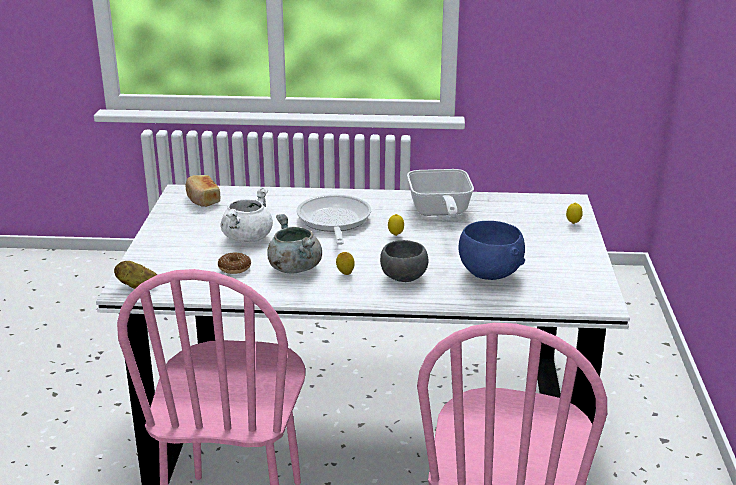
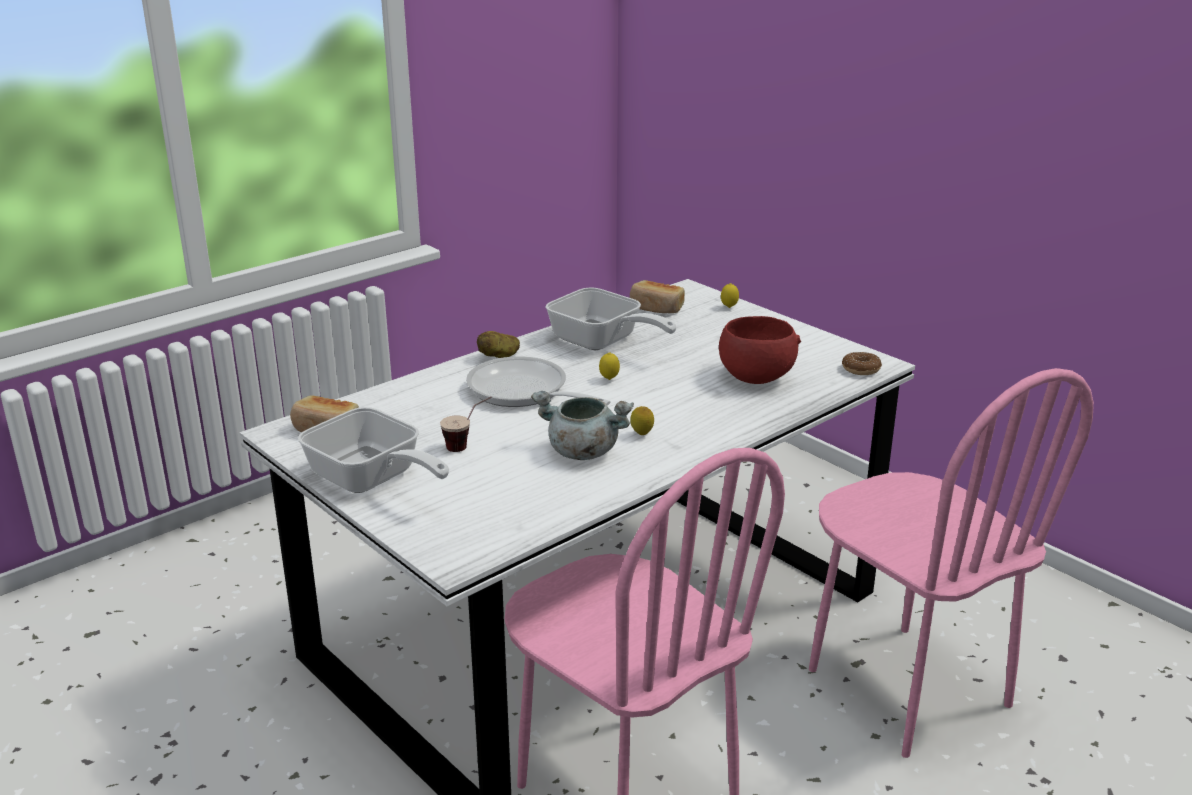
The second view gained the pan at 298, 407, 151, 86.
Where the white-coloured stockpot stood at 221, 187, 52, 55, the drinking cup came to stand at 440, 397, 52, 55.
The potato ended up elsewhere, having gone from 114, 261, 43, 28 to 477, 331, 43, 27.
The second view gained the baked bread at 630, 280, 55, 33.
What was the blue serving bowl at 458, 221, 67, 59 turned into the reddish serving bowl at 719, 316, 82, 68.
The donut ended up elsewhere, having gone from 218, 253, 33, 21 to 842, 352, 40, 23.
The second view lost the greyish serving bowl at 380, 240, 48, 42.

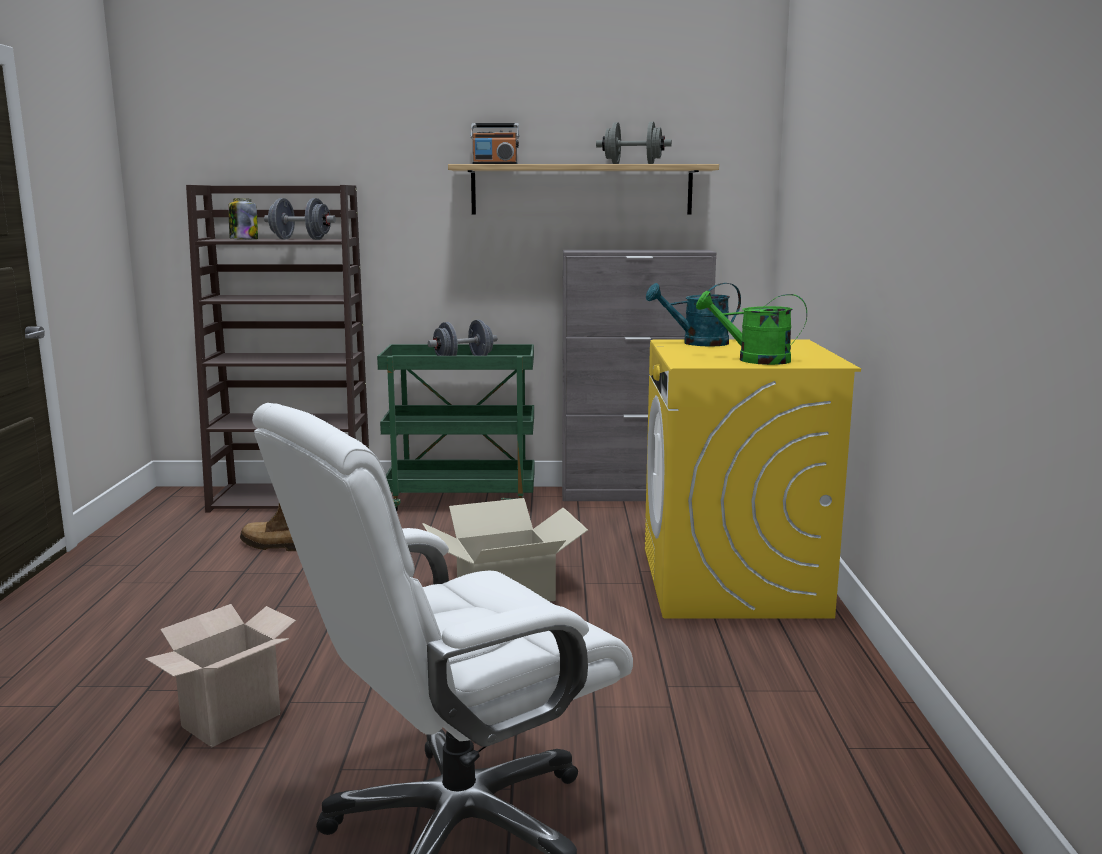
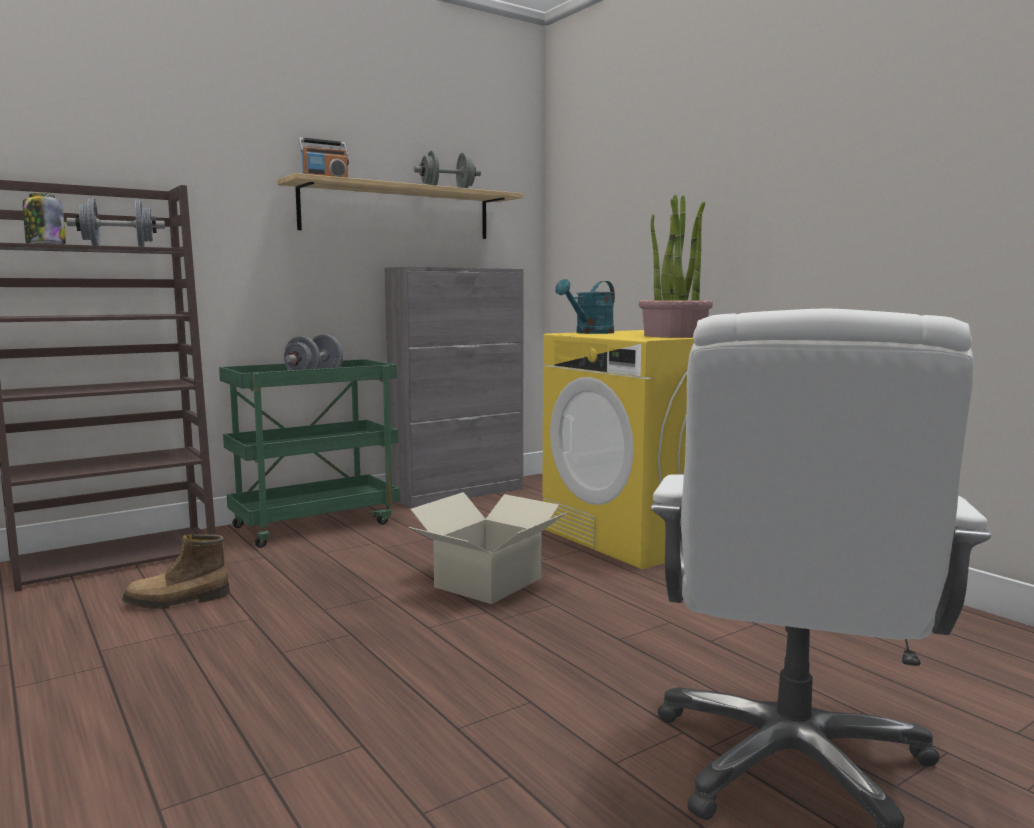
Where the greenish sprinkling can stood at 696, 291, 111, 74, the potted plant came to stand at 639, 195, 74, 143.
The second view lost the carton at 145, 604, 151, 143.

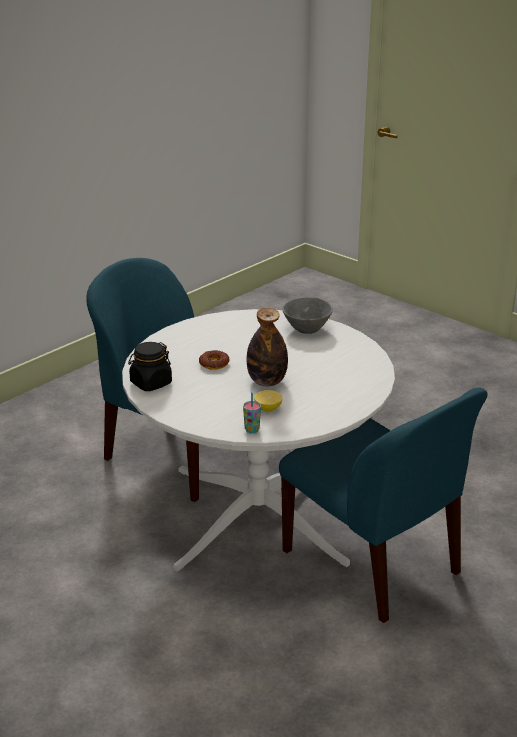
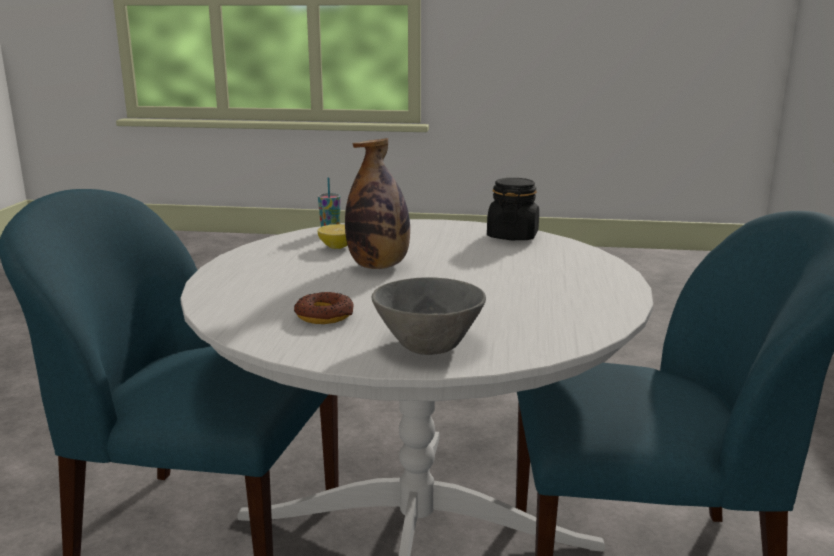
The donut ended up elsewhere, having gone from 199, 350, 30, 20 to 294, 292, 60, 32.

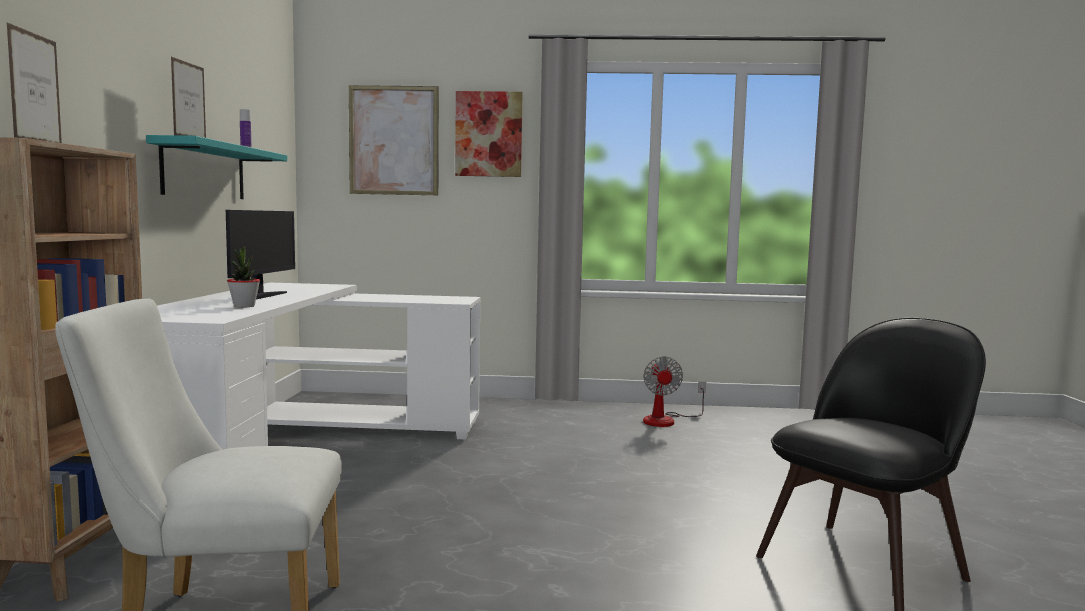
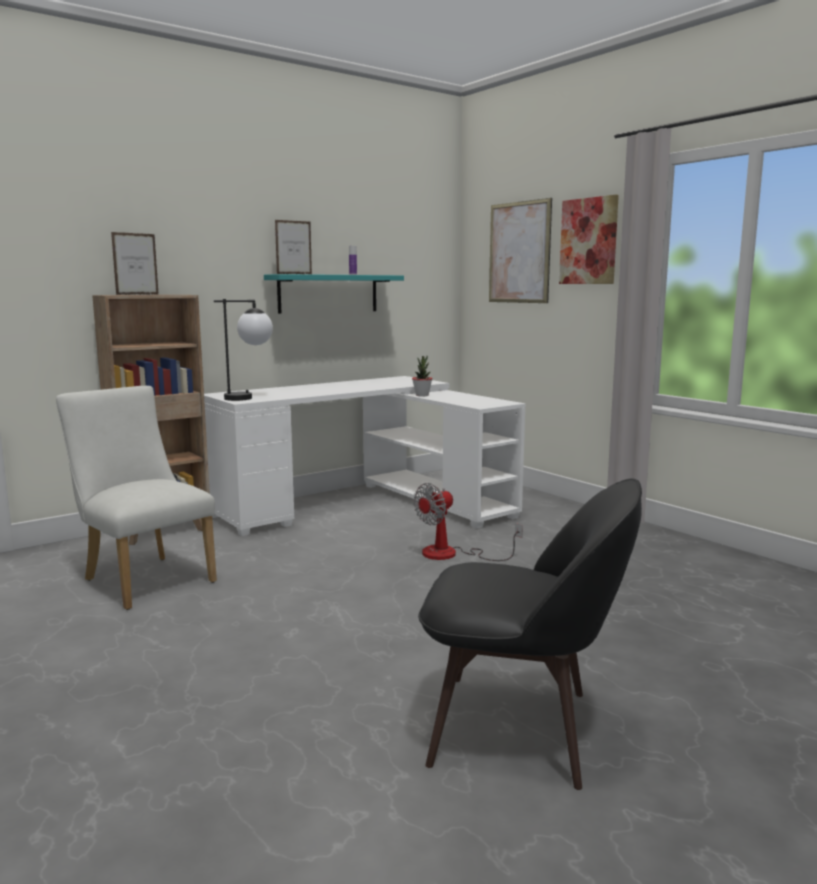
The second view gained the tabletop lamp at 214, 299, 59, 102.
The potted plant ended up elsewhere, having gone from 227, 246, 33, 62 to 412, 355, 20, 41.
The fan ended up elsewhere, having gone from 643, 357, 63, 70 to 413, 483, 110, 78.
The second view lost the computer display at 226, 210, 69, 89.

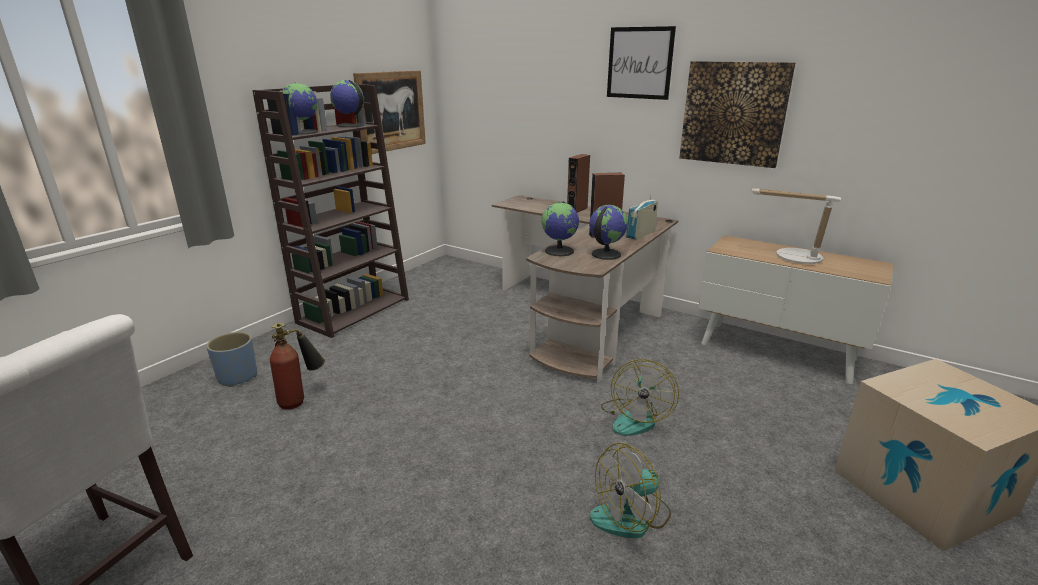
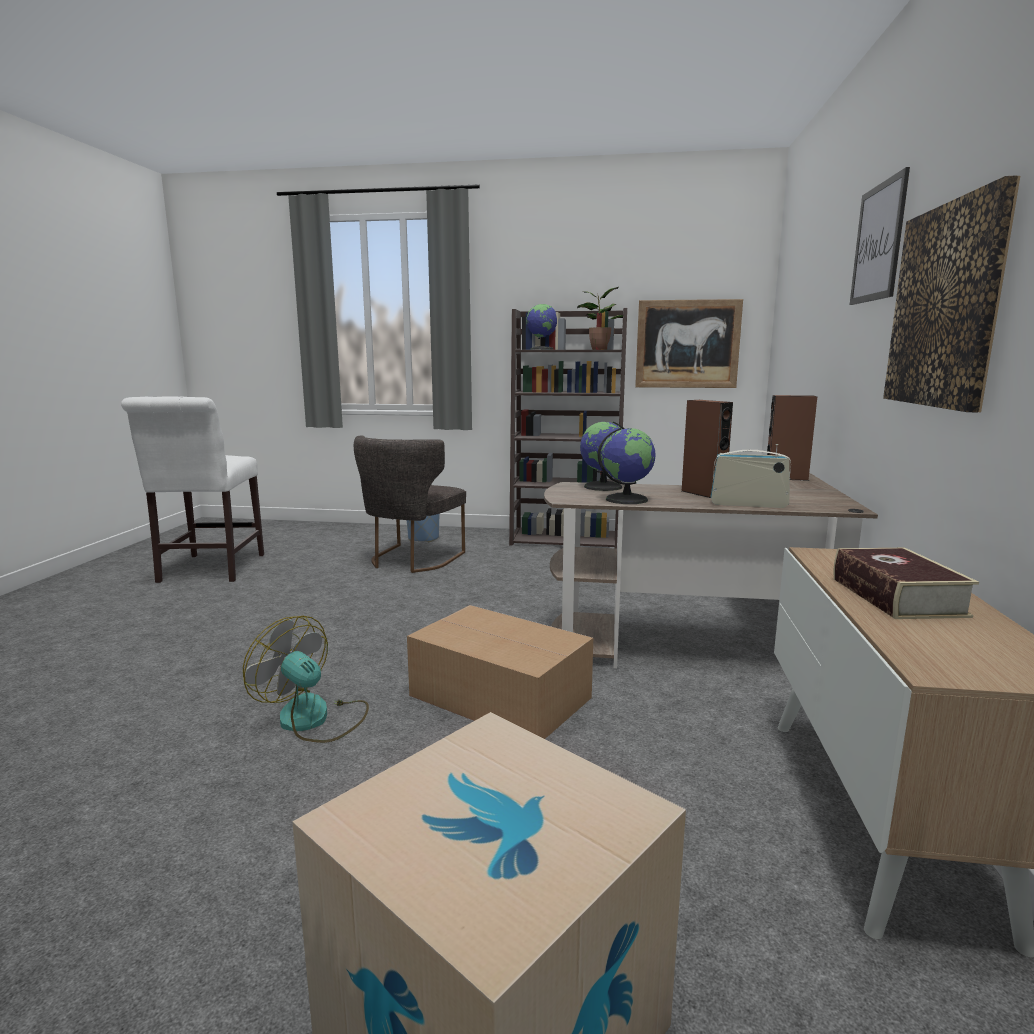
Where the fire-fighting cylinder stood at 270, 322, 55, 88, the greyish chair came to stand at 354, 435, 112, 138.
Where the fan stood at 601, 359, 78, 77, the carton came to stand at 407, 605, 186, 134.
Where the world globe stood at 330, 80, 34, 48, the potted plant came to stand at 577, 287, 46, 63.
Where the tabletop lamp stood at 752, 188, 89, 76, the volume came to stand at 834, 548, 145, 71.

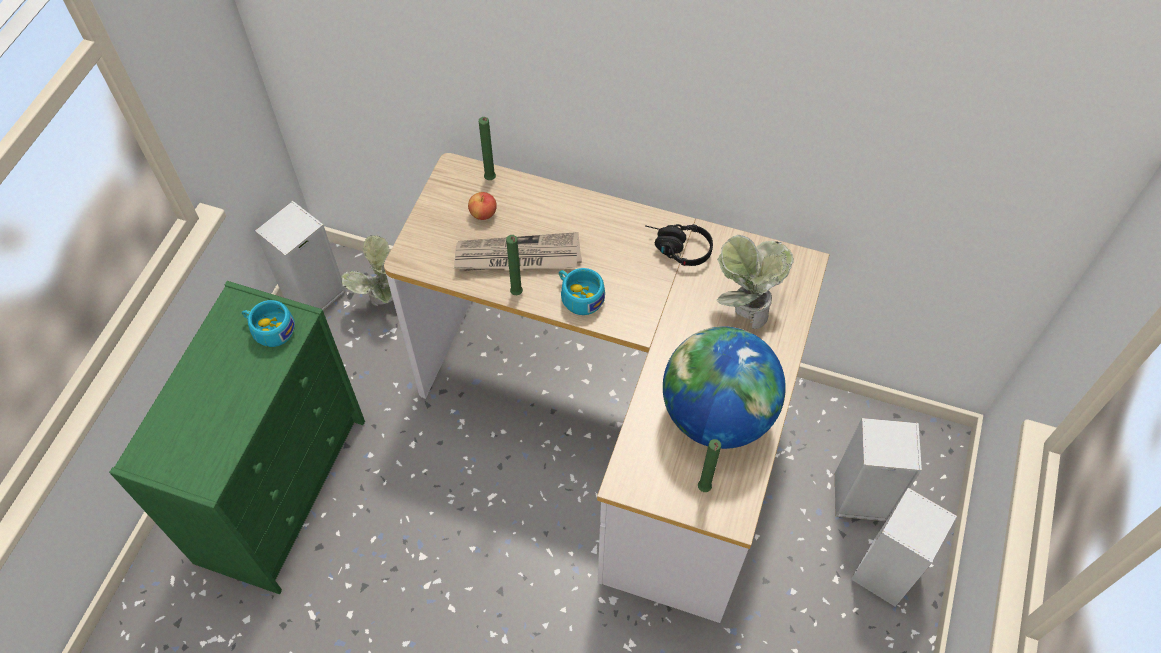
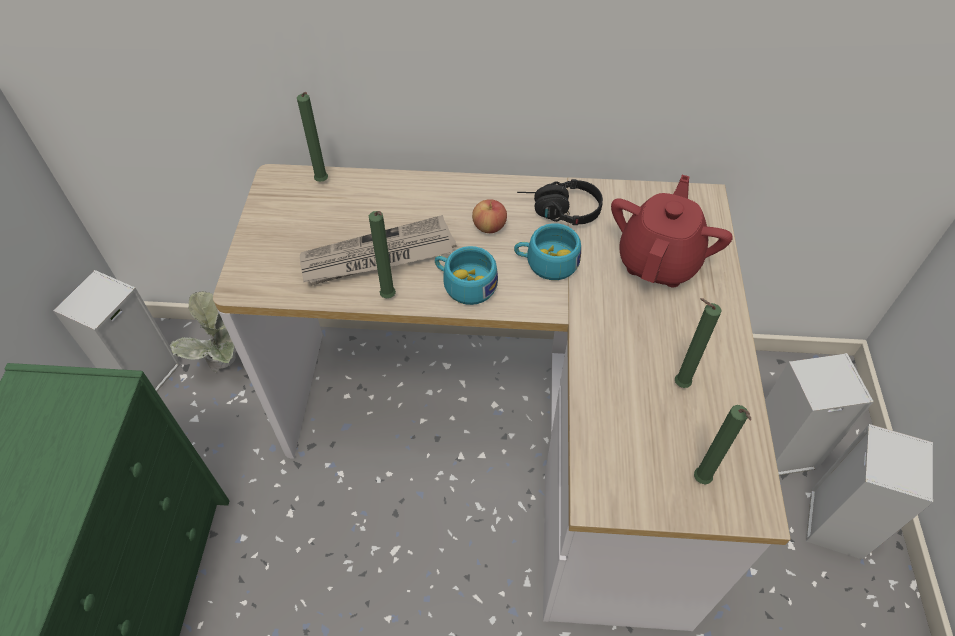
The apple fruit ended up elsewhere, having gone from 468, 192, 29, 28 to 472, 199, 35, 34.
The turquoise drinking cup ended up elsewhere, having gone from 242, 300, 53, 47 to 514, 223, 67, 57.
Where the potted plant stood at 716, 235, 78, 94, the reddish tea pot came to stand at 611, 175, 122, 112.
Where the world globe stood at 663, 326, 123, 123, the greenish wax light came to stand at 675, 298, 47, 90.

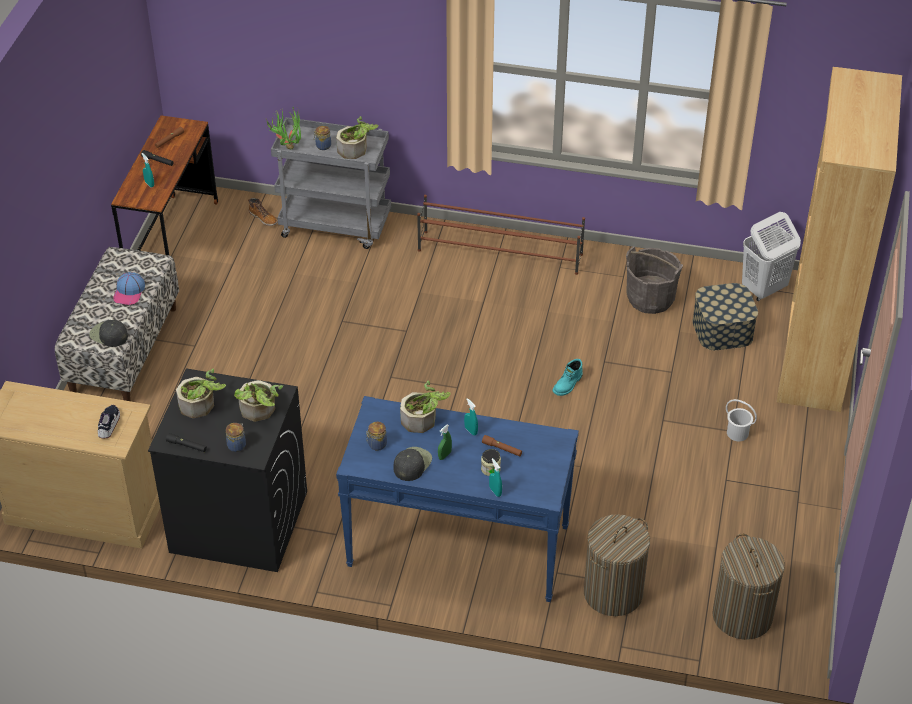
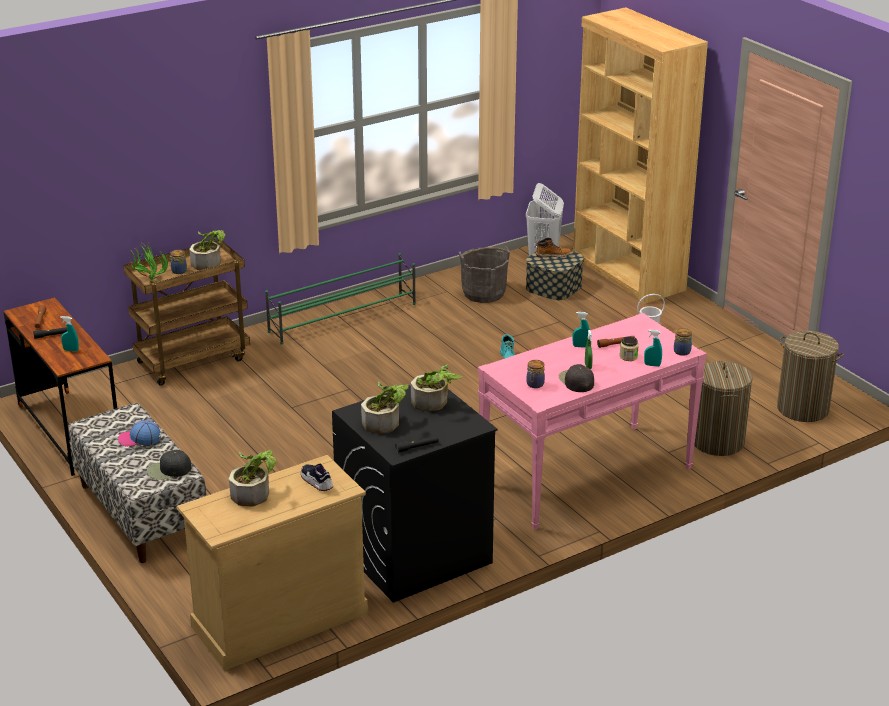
The peaked cap at 113, 272, 32, 33 ended up facing another way, 120 degrees clockwise from before.
What was the greyish trolley at 271, 117, 120, 132 turned into the brownish trolley at 123, 241, 127, 145.
The potted plant ended up elsewhere, having gone from 400, 380, 51, 53 to 229, 450, 47, 57.
What was the brownish shoe stand at 417, 195, 168, 80 turned into the greenish shoe stand at 265, 253, 151, 92.
What was the blue hall table at 336, 396, 243, 206 turned into the pink hall table at 478, 313, 229, 217.
The boot ended up elsewhere, having gone from 248, 198, 30, 28 to 536, 238, 36, 19.
The preserve jar ended up elsewhere, having gone from 226, 423, 20, 29 to 674, 328, 18, 28.

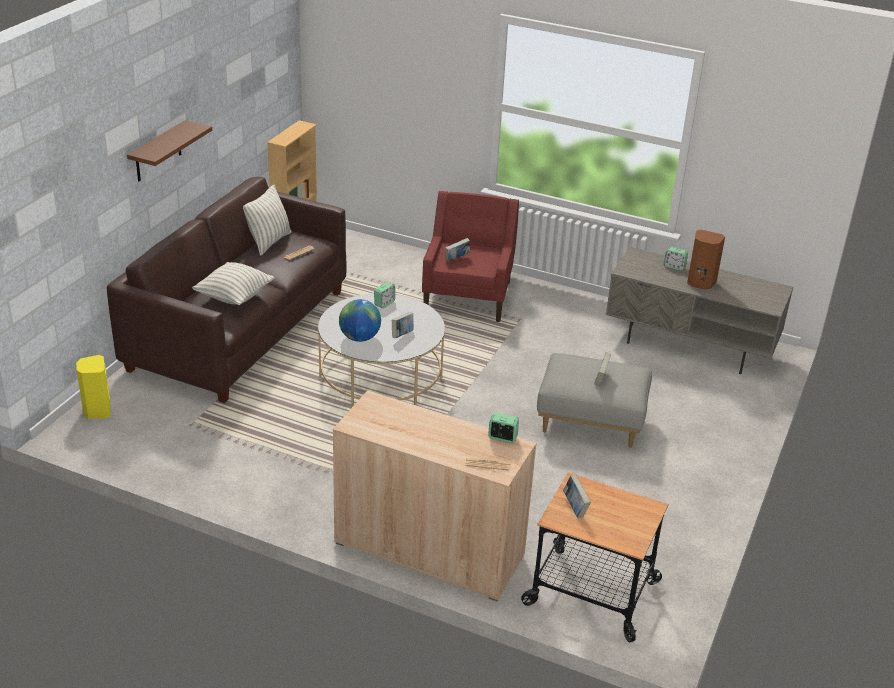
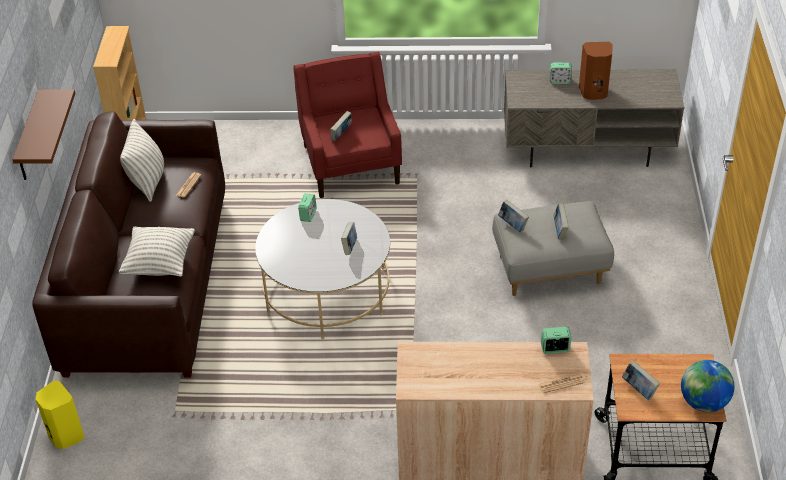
The second view gained the volume at 498, 200, 31, 33.
The world globe ended up elsewhere, having gone from 339, 299, 42, 43 to 681, 360, 53, 52.

